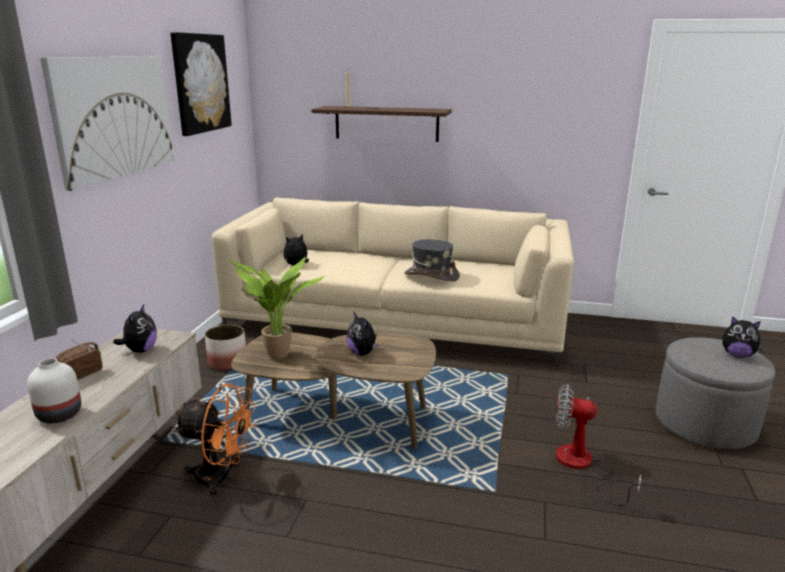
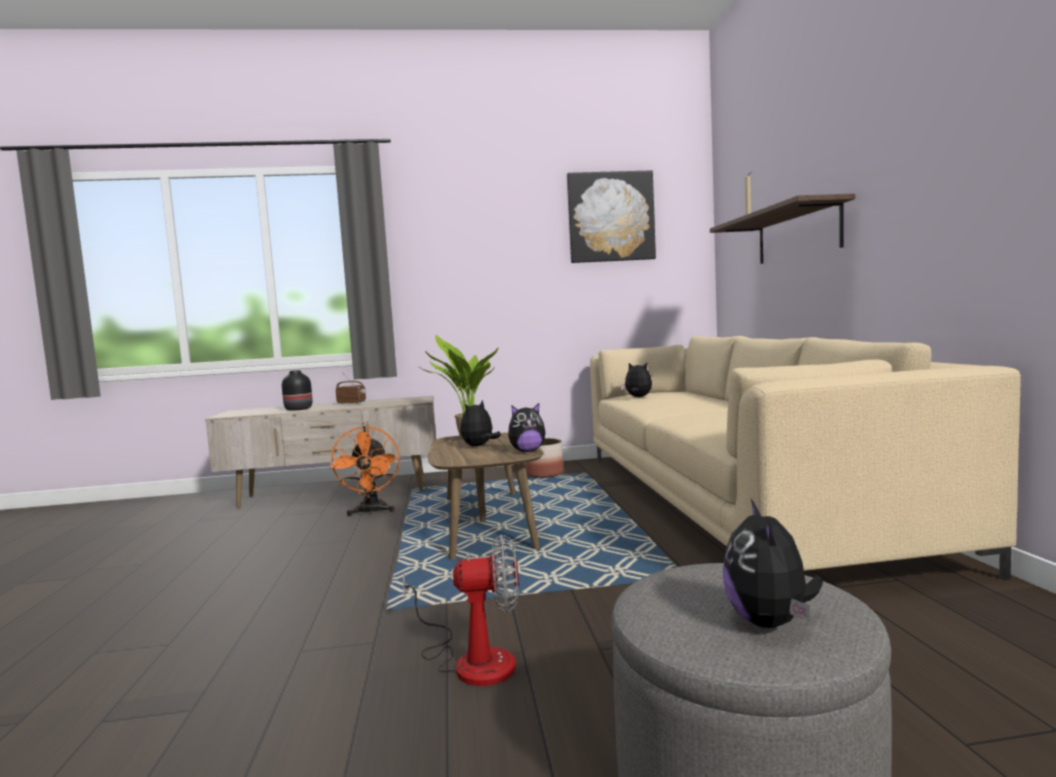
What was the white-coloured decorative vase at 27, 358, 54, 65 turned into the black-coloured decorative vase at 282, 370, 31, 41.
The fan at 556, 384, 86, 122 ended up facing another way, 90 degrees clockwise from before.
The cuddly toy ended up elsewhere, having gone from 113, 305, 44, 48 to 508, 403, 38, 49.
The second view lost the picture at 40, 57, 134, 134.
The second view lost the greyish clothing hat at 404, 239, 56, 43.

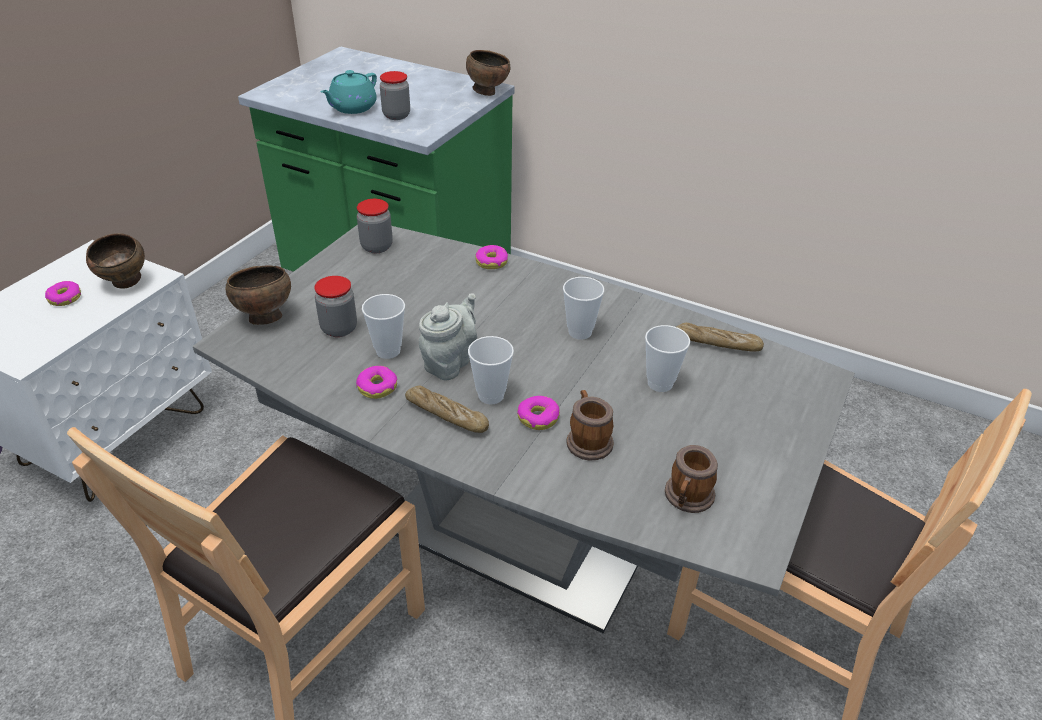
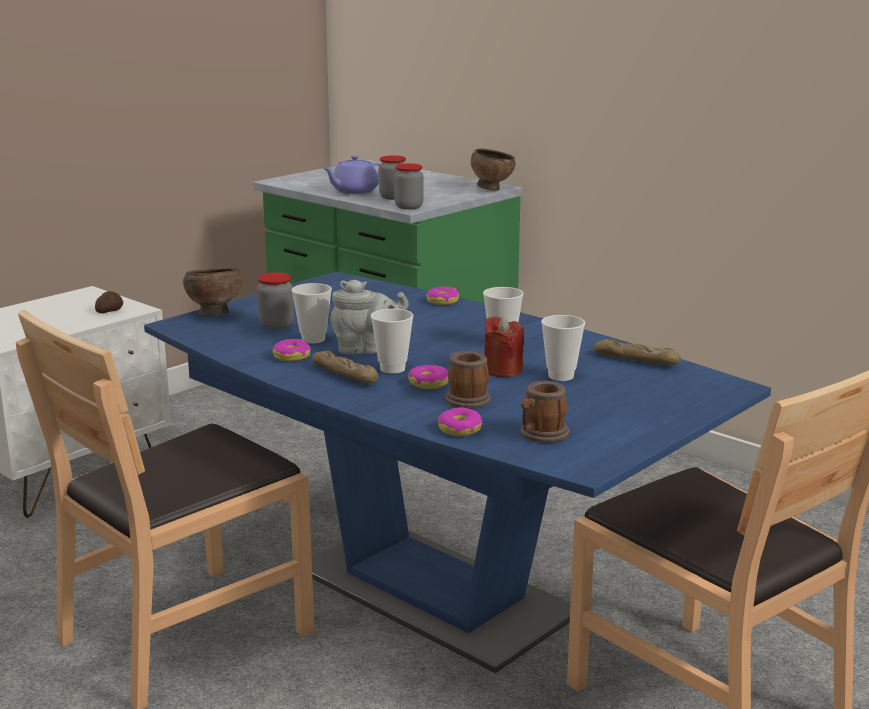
Where the brownish serving bowl stood at 86, 233, 59, 56, the potato came to stand at 95, 291, 28, 22.
What was the greyish dining table at 193, 225, 662, 408 turned into the blue dining table at 144, 272, 627, 401.
What was the turquoise tea pot at 321, 70, 56, 44 turned into the purplish tea pot at 323, 155, 58, 39.
The greyish tea pot at 419, 293, 58, 88 ended up facing another way, 45 degrees clockwise from before.
The preserve jar ended up elsewhere, having gone from 357, 199, 36, 54 to 394, 163, 30, 47.
The donut ended up elsewhere, having gone from 45, 281, 36, 25 to 438, 407, 45, 29.
The second view gained the reddish wax light at 484, 316, 40, 61.

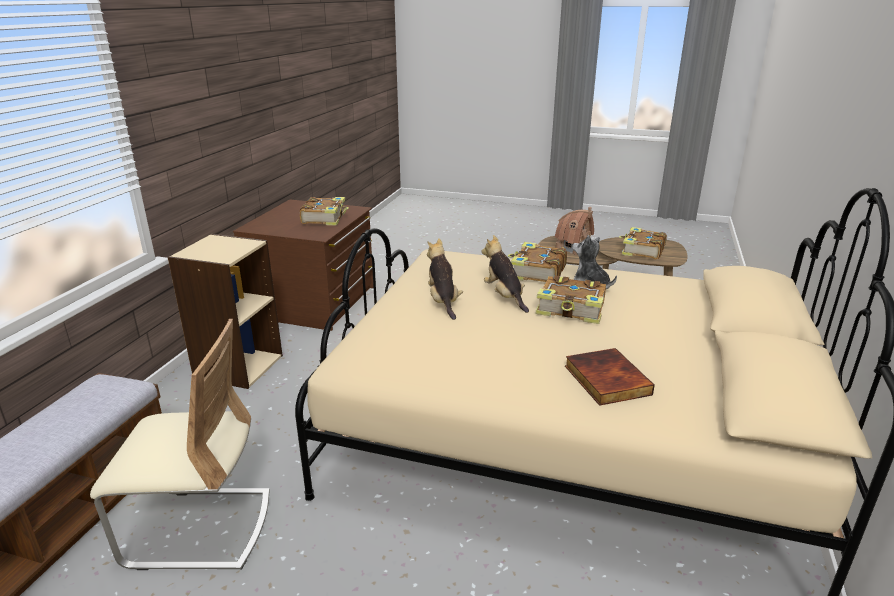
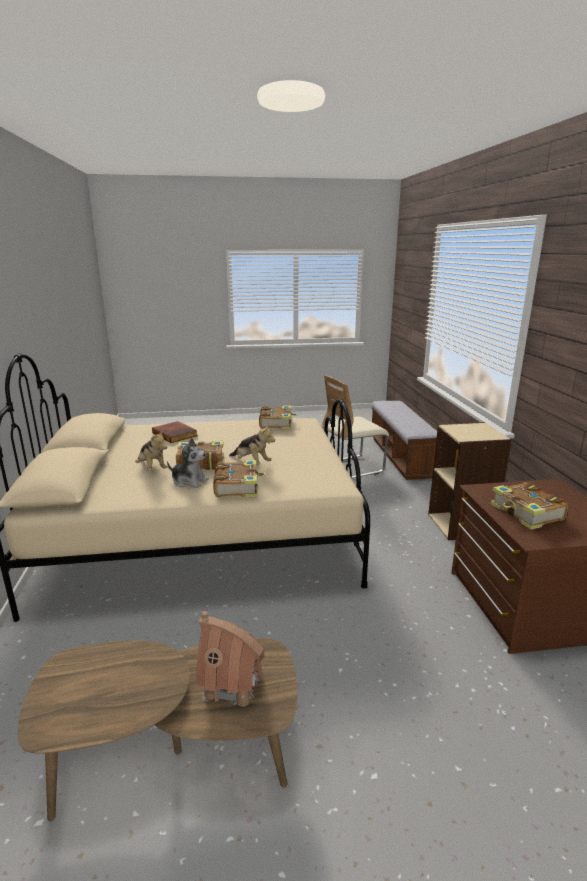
The cuddly toy ended up elsewhere, having gone from 427, 238, 36, 82 to 135, 429, 32, 42.
The volume ended up elsewhere, having gone from 619, 227, 48, 32 to 259, 406, 39, 23.

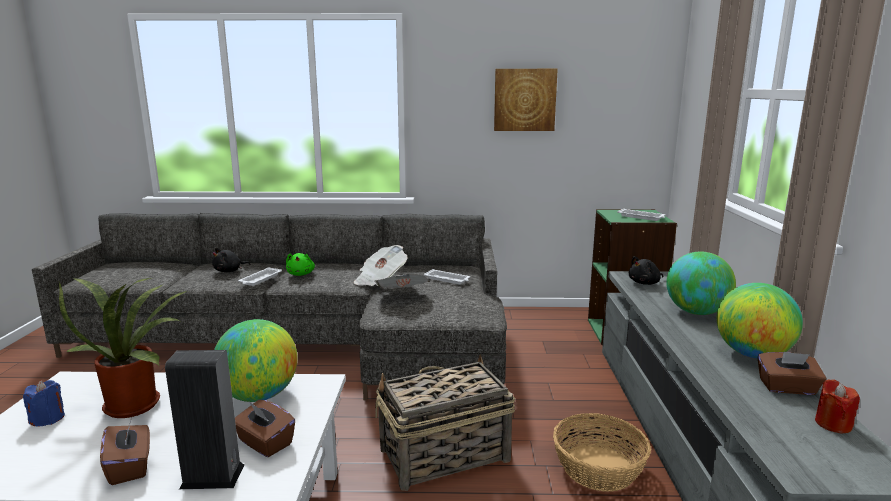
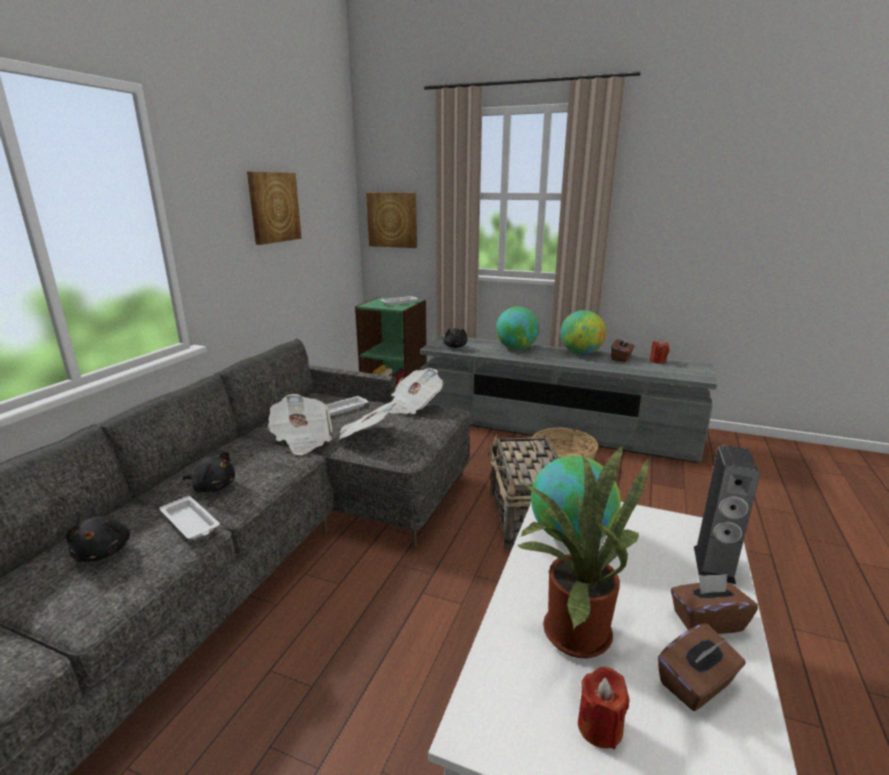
What was the greenish cuddly toy at 286, 253, 29, 23 turned into the black-coloured cuddly toy at 183, 451, 52, 41.
The second view gained the picture at 366, 192, 51, 56.
The second view gained the newspaper at 389, 368, 54, 46.
What was the blue wax light at 23, 380, 42, 47 turned into the reddish wax light at 578, 667, 52, 82.
The brownish box of tissues ended up elsewhere, having gone from 235, 400, 60, 57 to 658, 623, 88, 88.

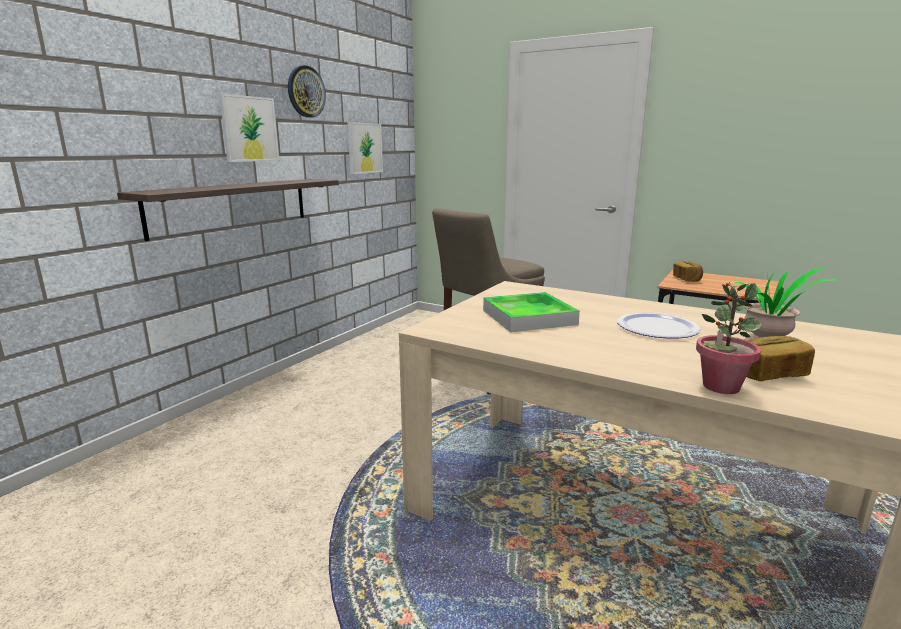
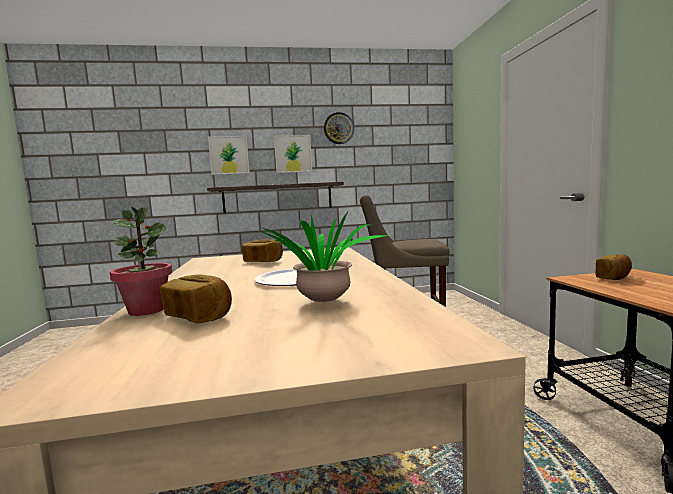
The picture ended up elsewhere, having gone from 347, 122, 36, 52 to 208, 136, 42, 39.
Where the tray stood at 483, 292, 97, 40, the baked bread came to stand at 241, 239, 42, 23.

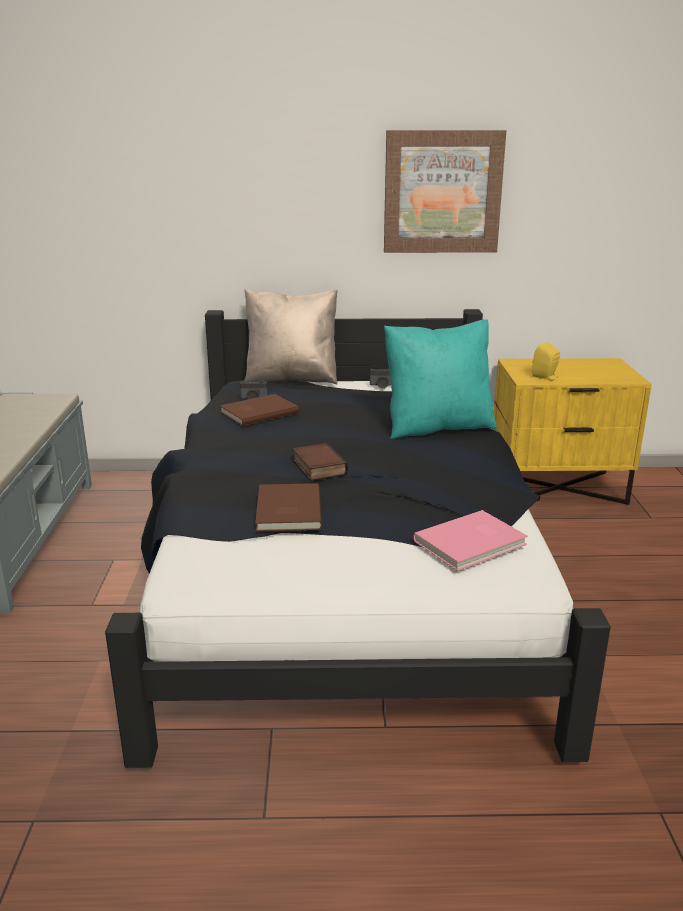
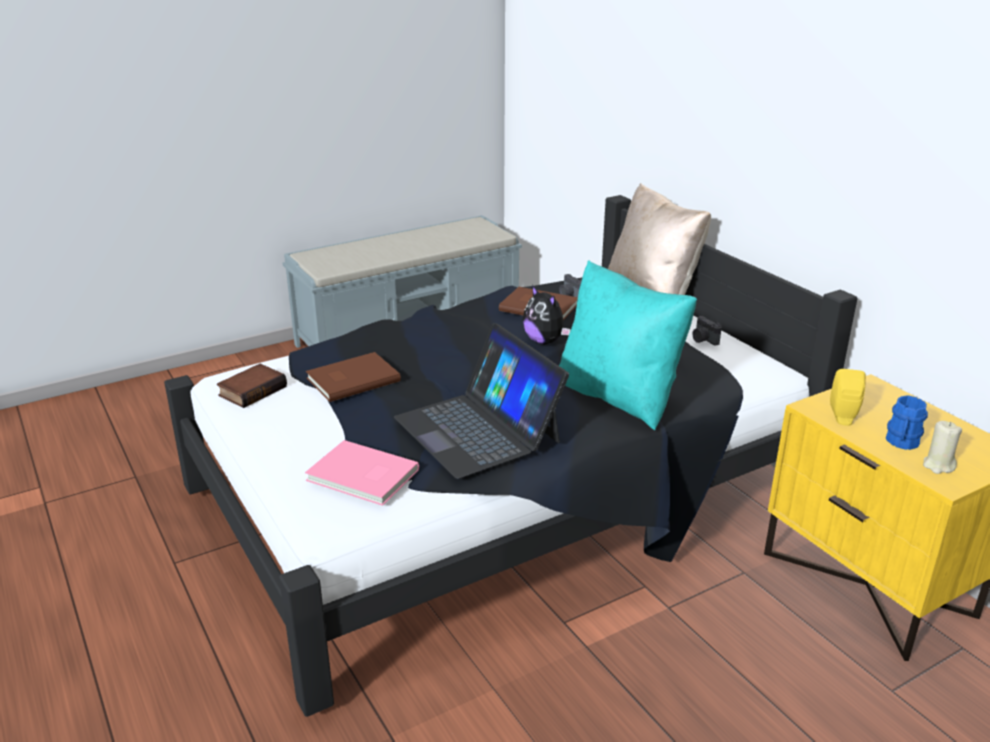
The volume ended up elsewhere, having gone from 293, 443, 55, 38 to 217, 364, 70, 44.
The second view gained the portable computer at 394, 323, 175, 156.
The second view gained the cuddly toy at 523, 285, 48, 59.
The second view gained the blue coffee mug at 886, 395, 42, 55.
The second view gained the beige-coloured wax light at 923, 421, 39, 53.
The second view lost the picture at 384, 130, 122, 123.

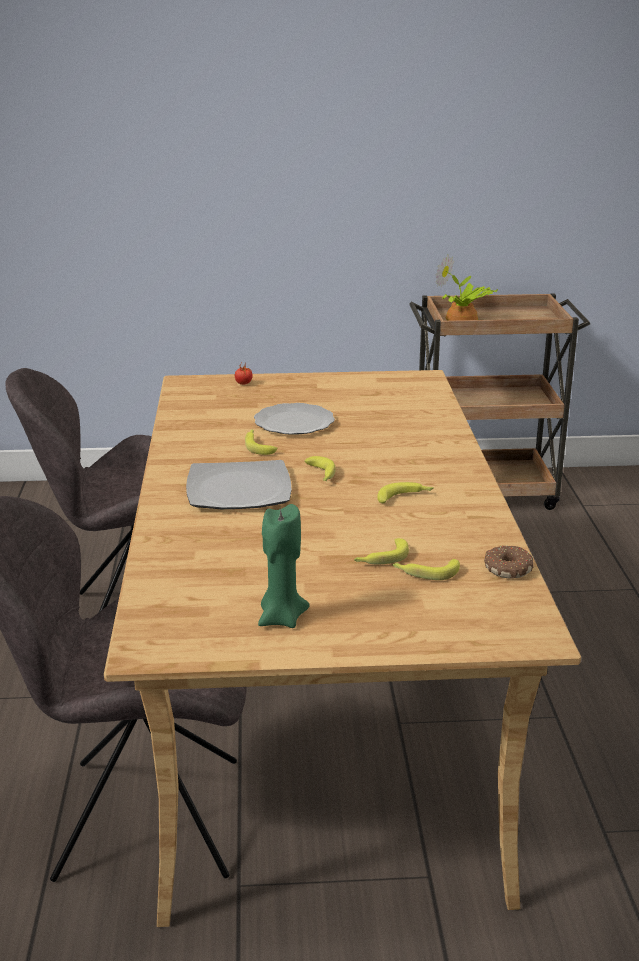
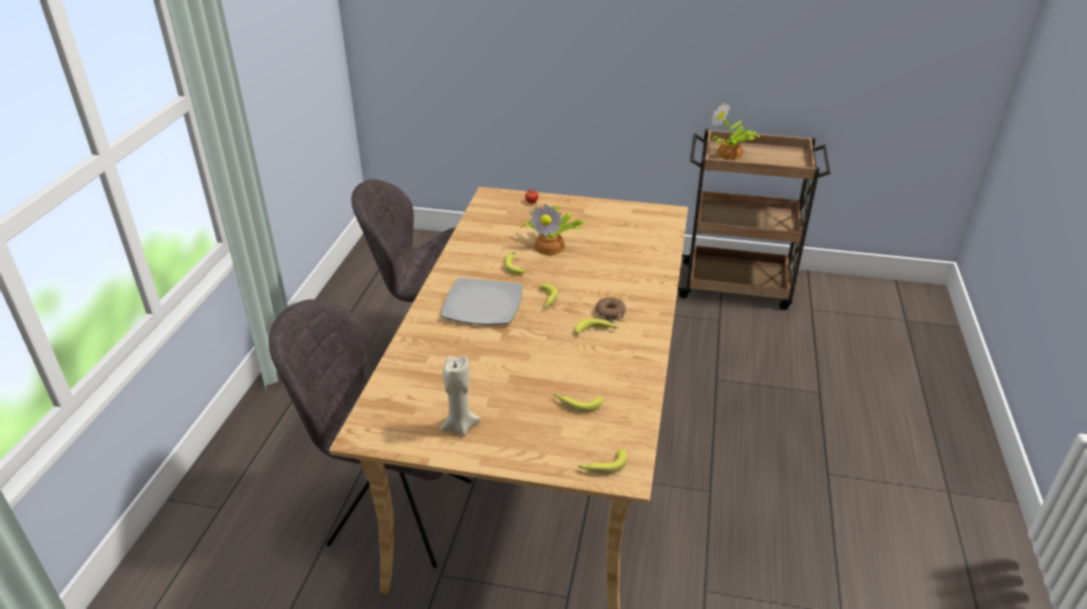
What was the greenish wax light at 258, 504, 52, 124 turned into the beige-coloured wax light at 440, 356, 41, 80.
Where the flat dish stood at 254, 403, 81, 32, the potted plant came to stand at 520, 204, 65, 51.
The banana fruit ended up elsewhere, having gone from 354, 538, 55, 26 to 577, 448, 50, 26.
The donut ended up elsewhere, having gone from 484, 545, 49, 33 to 595, 297, 31, 23.

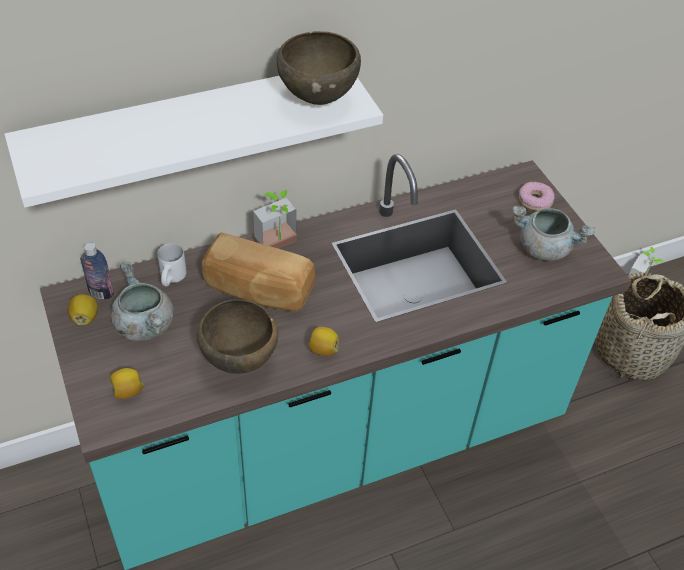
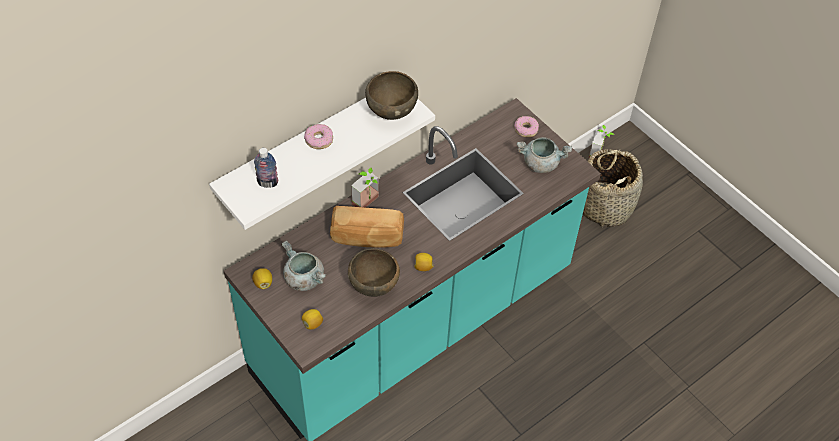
The drink bottle ended up elsewhere, having gone from 80, 243, 34, 56 to 254, 148, 24, 40.
The second view gained the donut at 304, 124, 29, 25.
The second view lost the white-coloured coffee mug at 157, 243, 30, 44.

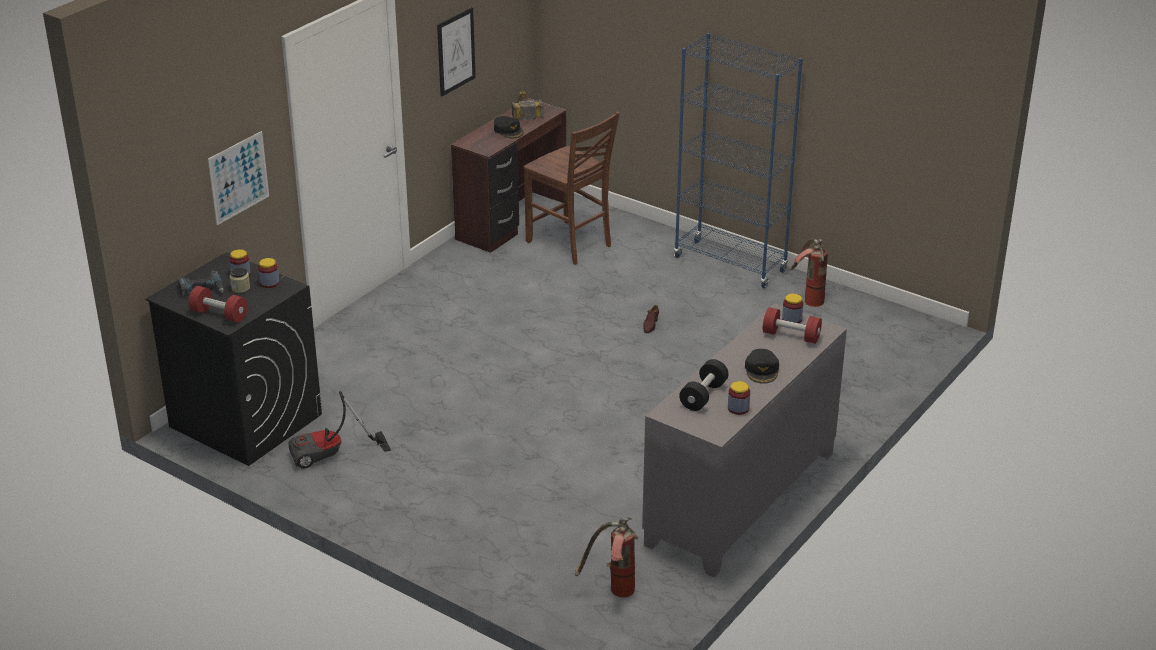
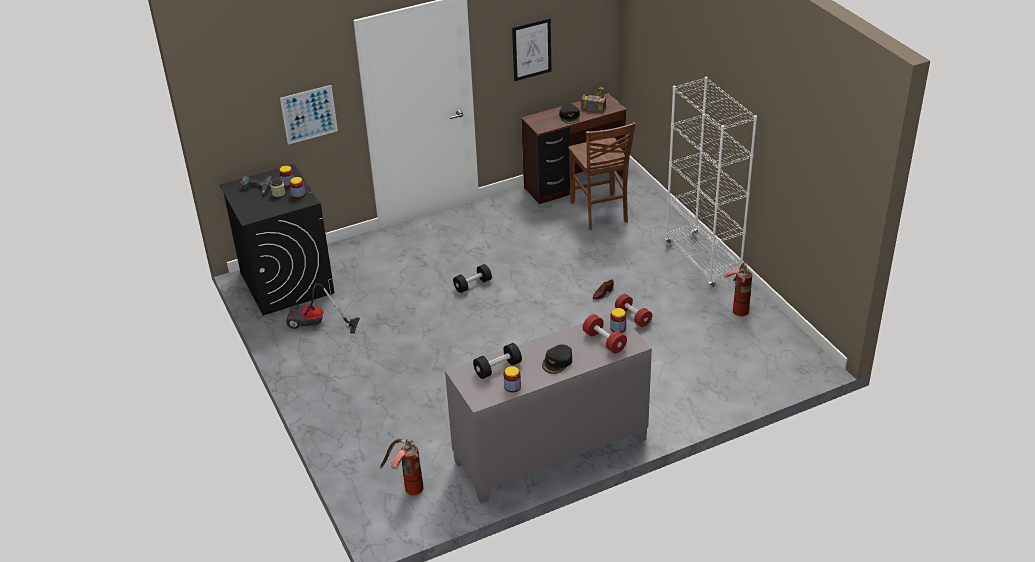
The second view gained the black-coloured free weight at 453, 264, 39, 29.
The reddish free weight ended up elsewhere, having gone from 188, 286, 60, 36 to 615, 294, 37, 33.
What was the blue bookshelf at 674, 33, 129, 255 turned into the white-coloured bookshelf at 664, 77, 93, 212.

